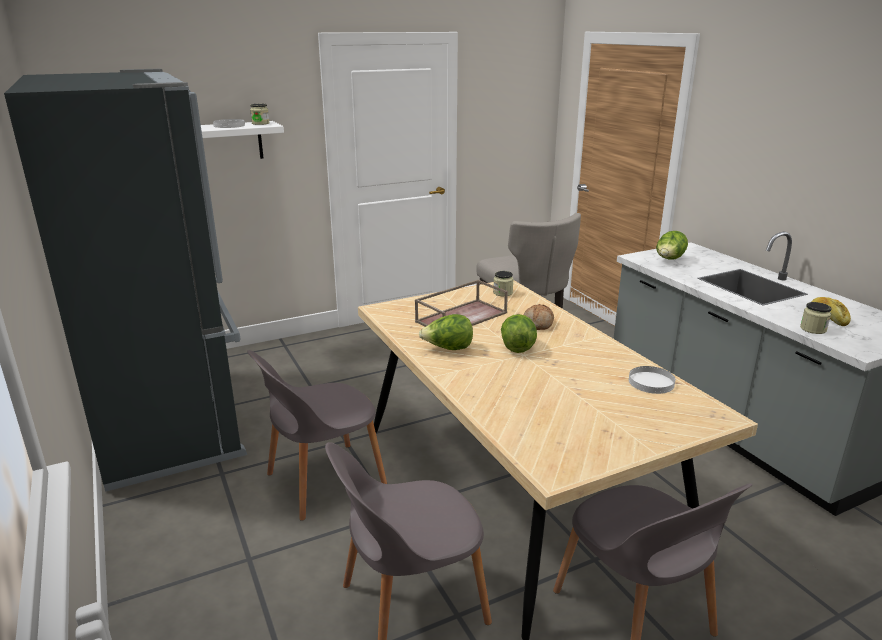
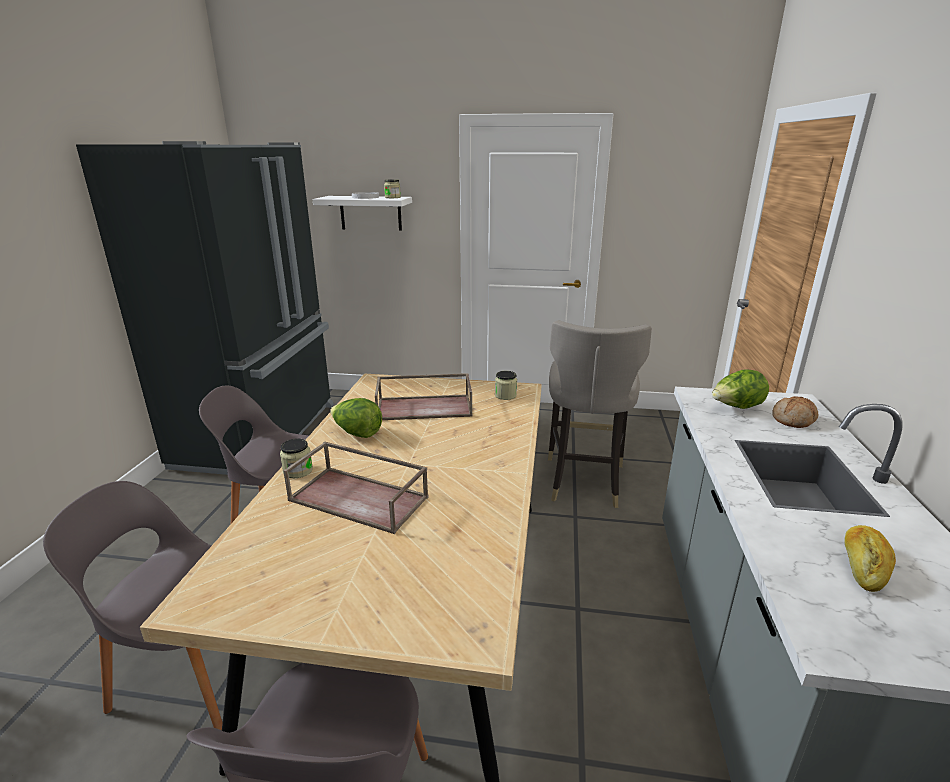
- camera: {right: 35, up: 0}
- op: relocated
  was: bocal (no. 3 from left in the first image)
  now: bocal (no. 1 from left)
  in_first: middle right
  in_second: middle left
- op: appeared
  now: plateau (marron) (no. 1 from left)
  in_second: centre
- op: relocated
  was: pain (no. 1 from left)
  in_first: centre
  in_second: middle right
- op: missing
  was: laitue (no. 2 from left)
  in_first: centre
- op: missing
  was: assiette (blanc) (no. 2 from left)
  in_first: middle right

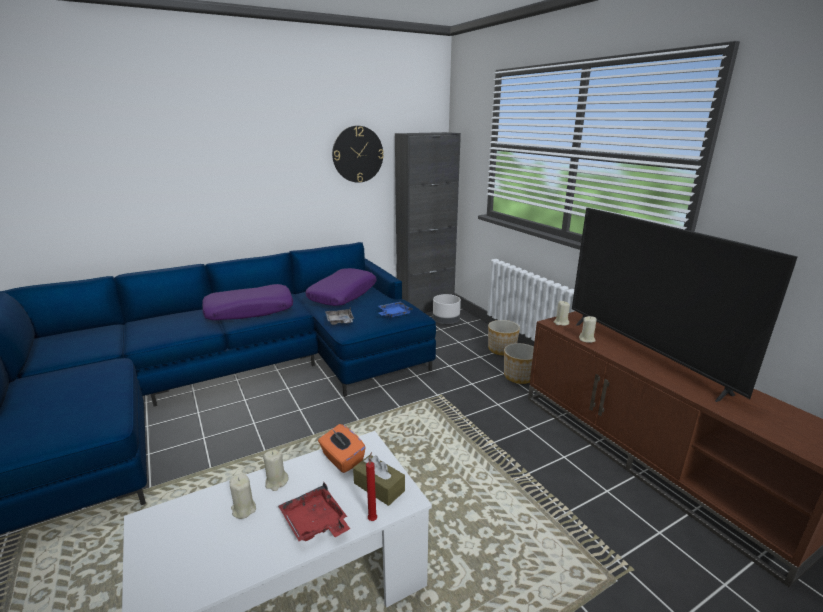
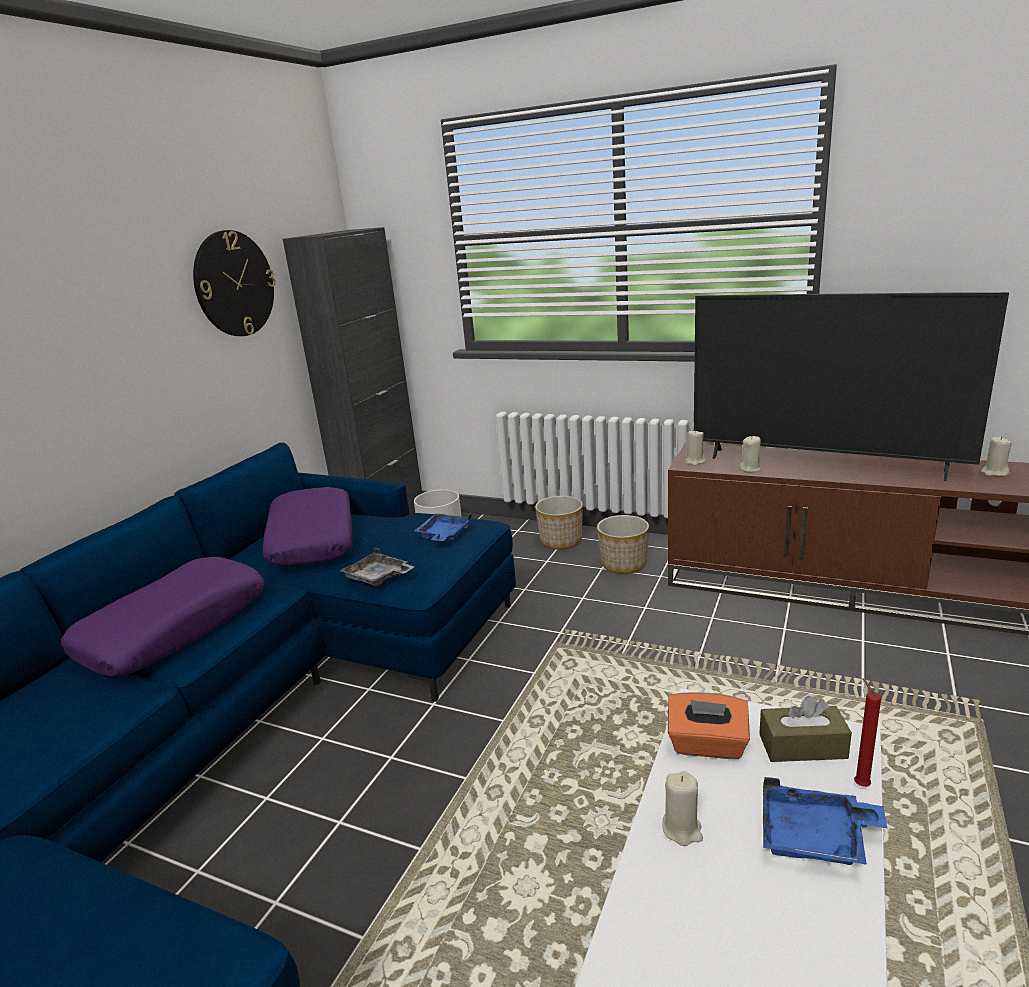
- camera: {right: -35, up: 0}
- op: colour
  was: plateau (rouge)
  now: plateau (bleu) (no. 2 from left)
  in_first: bottom centre
  in_second: bottom right
- op: relocated
  was: bougie (beige) (no. 1 from left in the first image)
  now: bougie (beige) (no. 4 from left)
  in_first: bottom left
  in_second: middle right

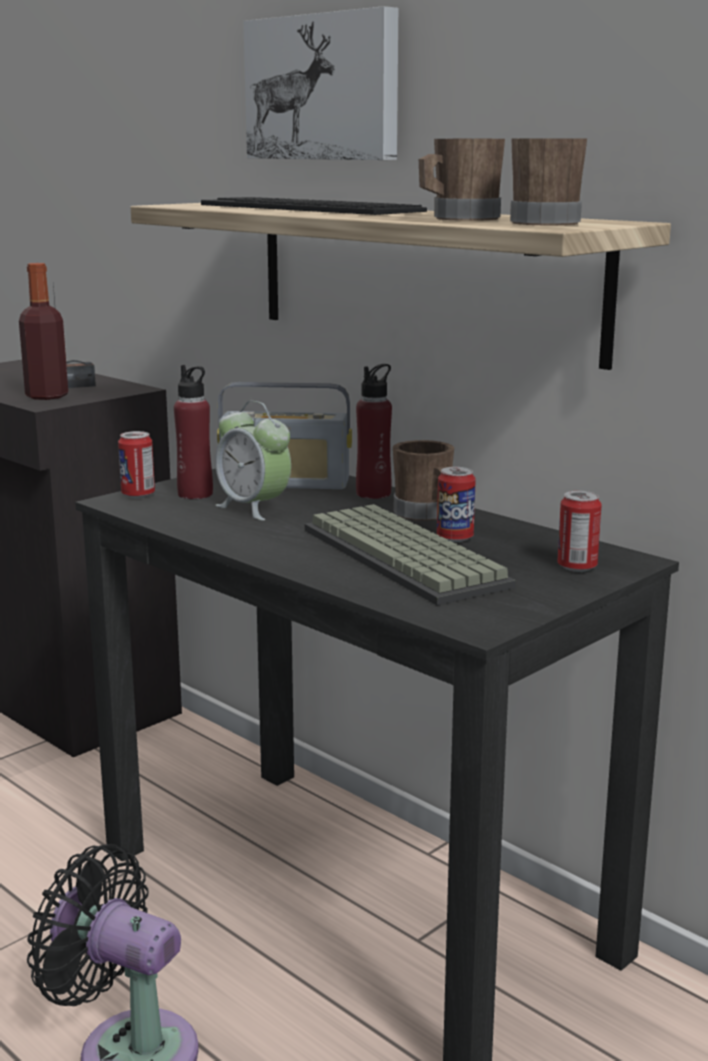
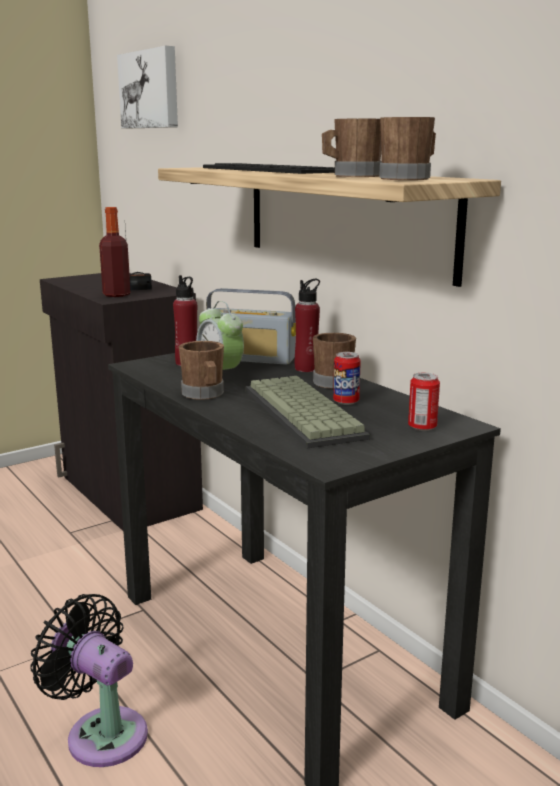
- camera: {right: 10, up: 0}
- op: relocated
  was: tableau
  in_first: top centre
  in_second: top left
- op: appeared
  now: mug (marron) (no. 1 from left)
  in_second: centre
- op: missing
  was: boîte métallique (no. 1 from left)
  in_first: middle left

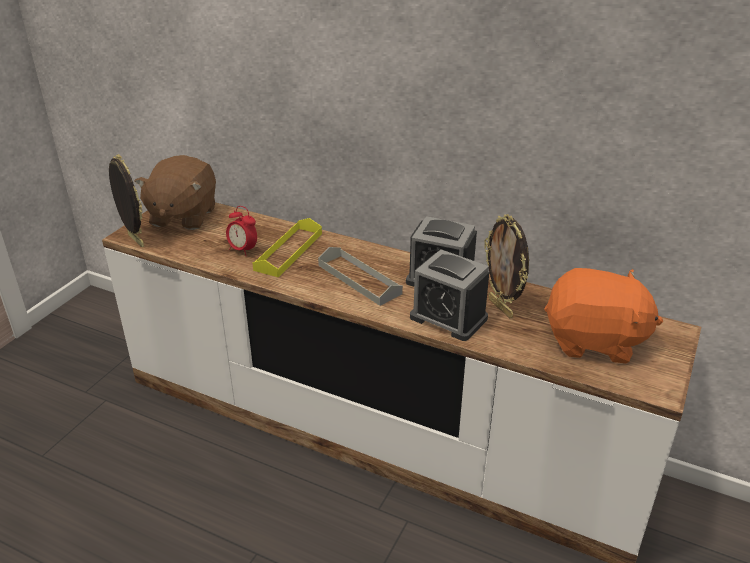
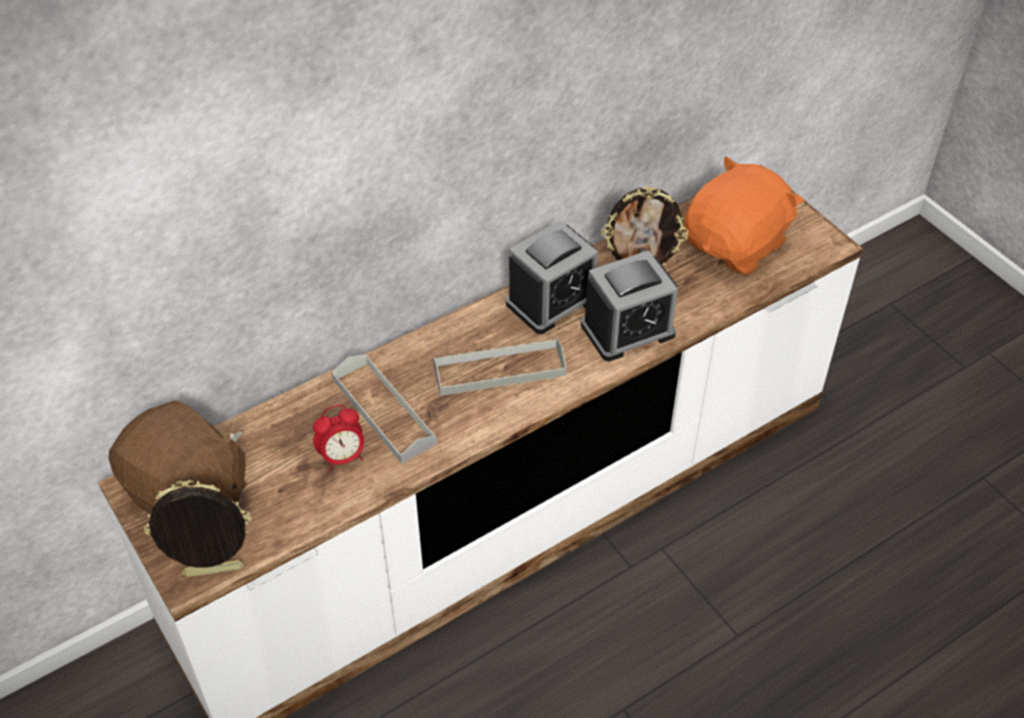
- camera: {right: -60, up: 15}
- op: colour
  was: plateau (jaune)
  now: plateau (gris) (no. 1 from left)
  in_first: centre
  in_second: centre

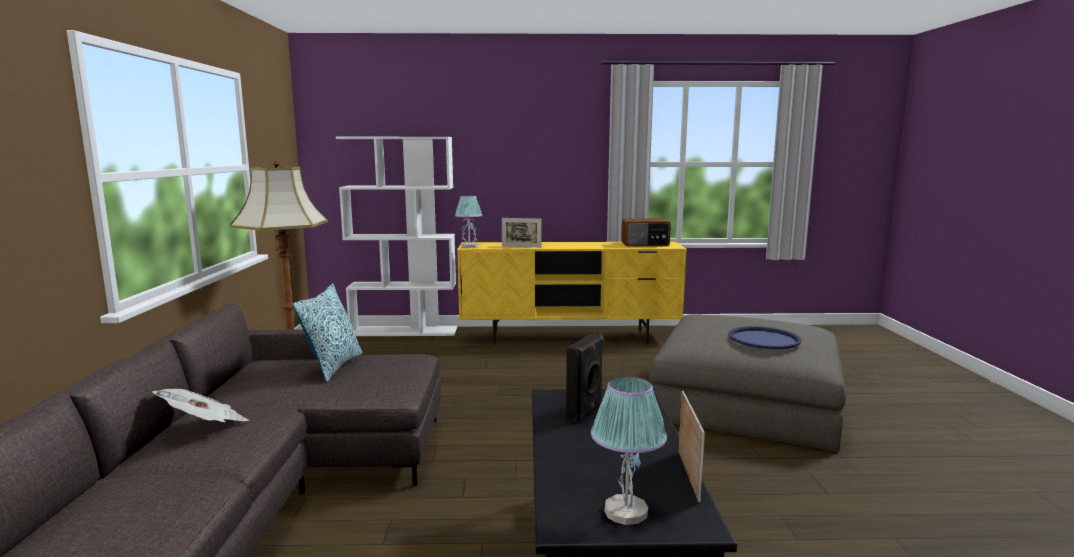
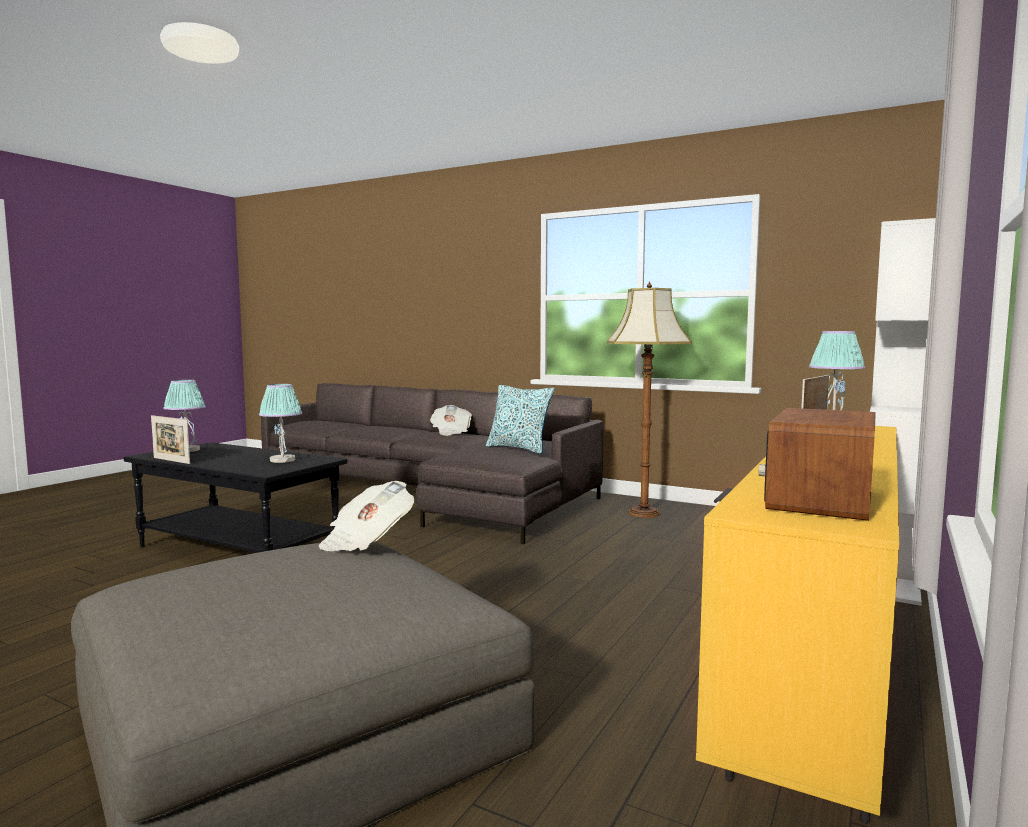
- camera: {right: 120, up: -5}
- op: exchanged
  was: enceinte (noir)
  now: lampe de table (no. 2 from left)
  in_first: bottom centre
  in_second: middle left
- op: appeared
  now: journal (no. 1 from left)
  in_second: centre
- op: missing
  was: plateau (bleu)
  in_first: middle right

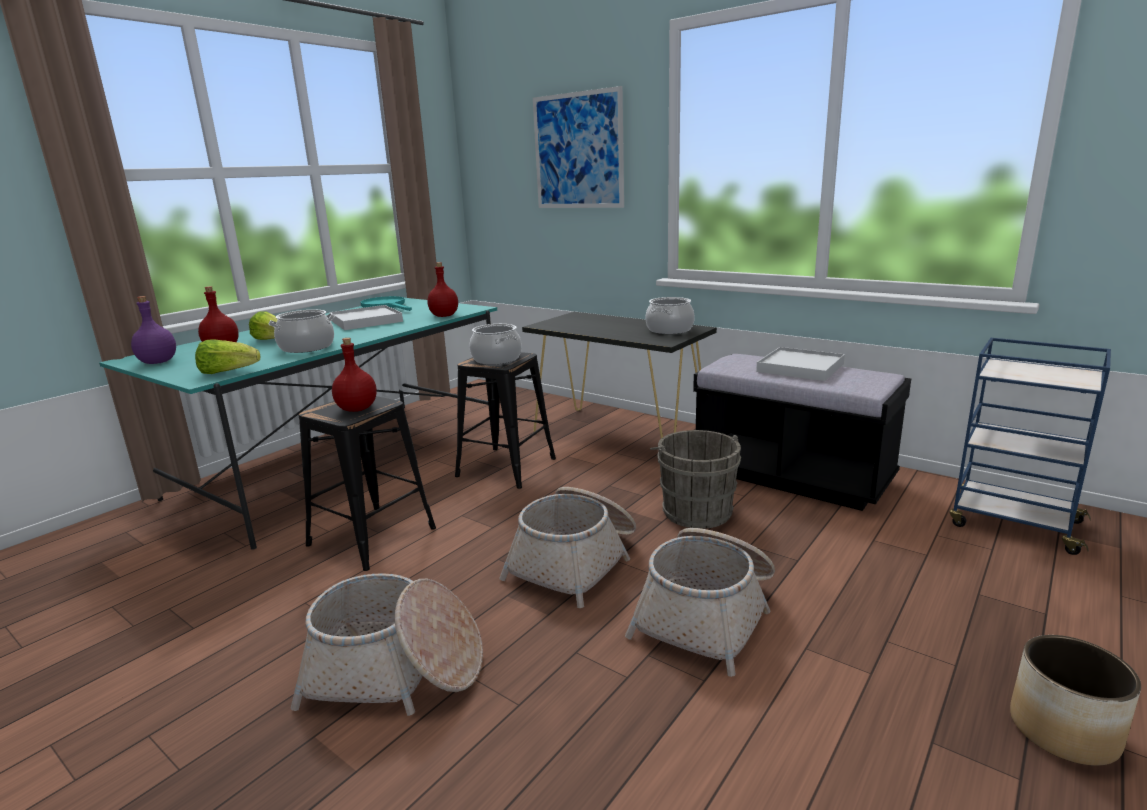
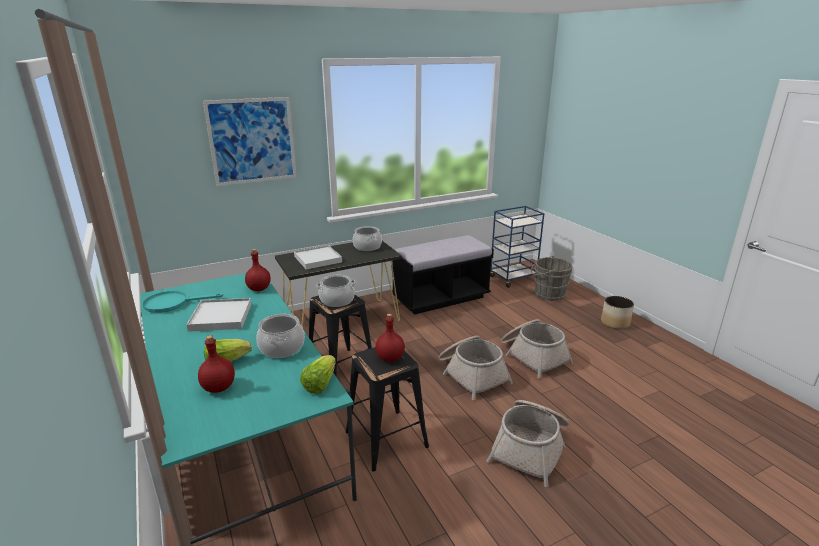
- camera: {right: -65, up: 5}
- op: relocated
  was: plateau (blanc) (no. 2 from left)
  in_first: middle right
  in_second: centre
- op: relocated
  was: seau (gris)
  in_first: centre
  in_second: middle right
- op: missing
  was: bouteille (violet)
  in_first: middle left

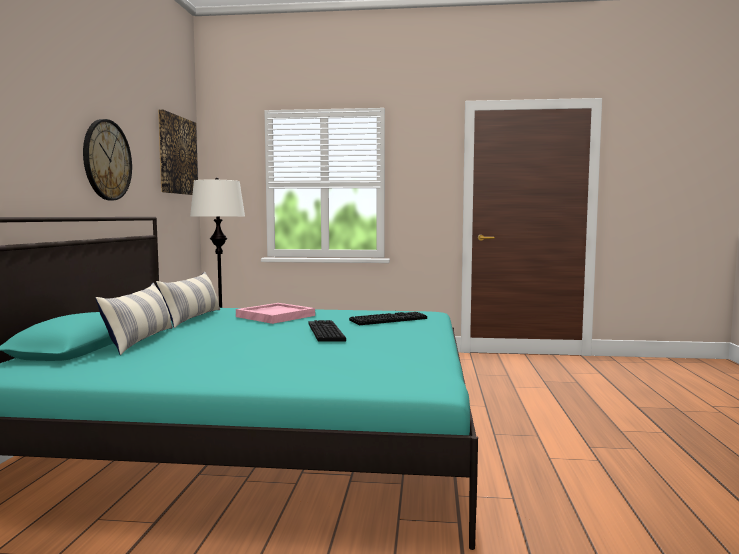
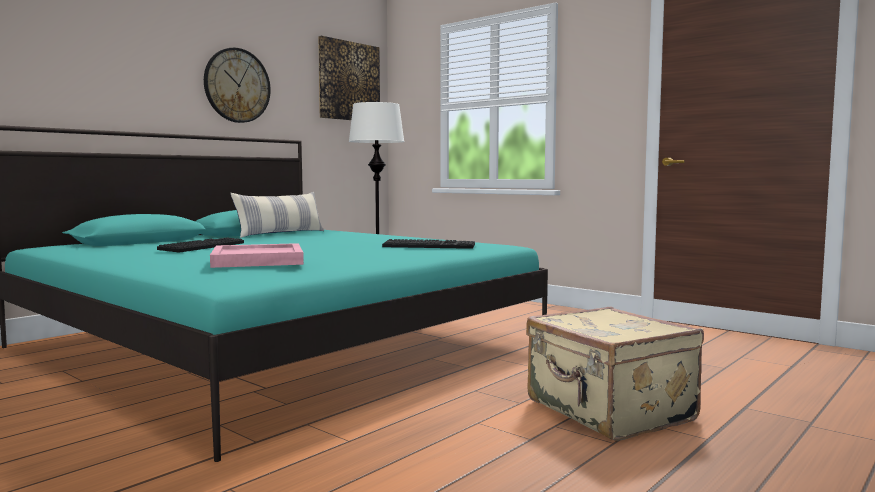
- camera: {right: 35, up: 0}
- op: relocated
  was: clavier (no. 1 from left)
  in_first: centre
  in_second: middle left
- op: relocated
  was: plateau (rose)
  in_first: centre
  in_second: middle left
- op: appeared
  now: valise (beige)
  in_second: bottom right
- op: missing
  was: coussin (no. 1 from left)
  in_first: middle left

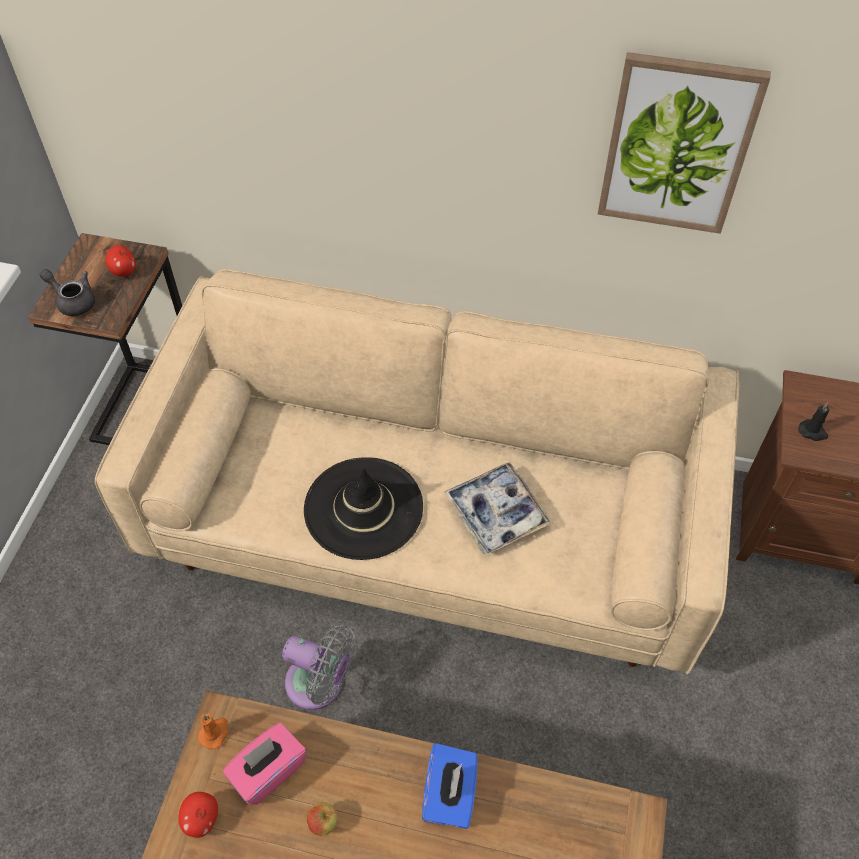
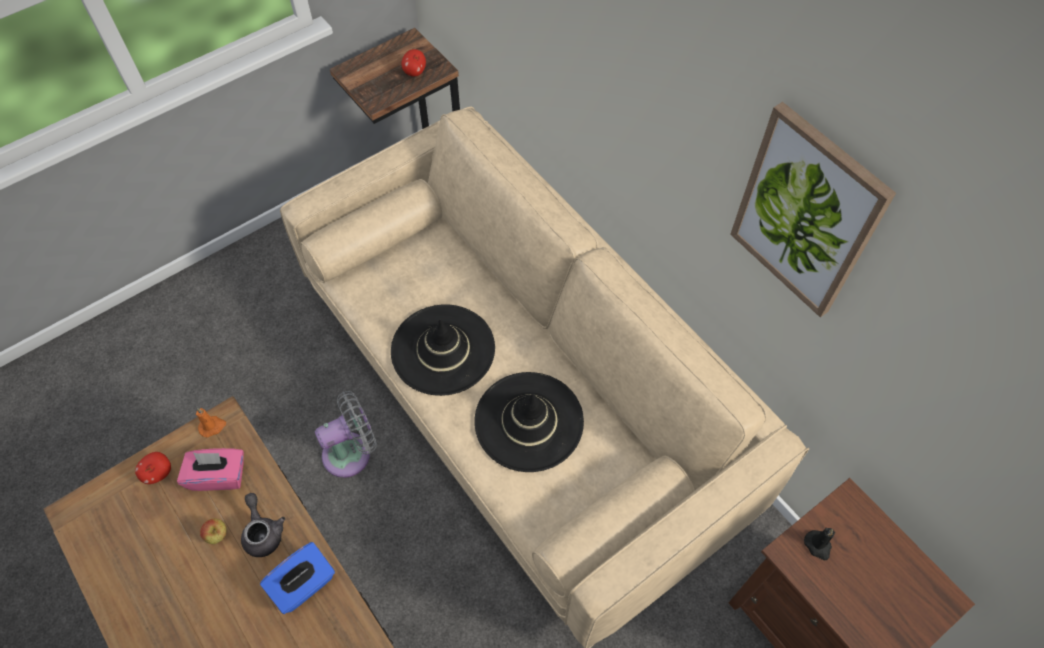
- camera: {right: 40, up: 5}
- op: relocated
  was: théière (gris)
  in_first: middle left
  in_second: bottom left
- op: spun
  was: ventilateur (gris)
  in_first: bottom centre
  in_second: bottom left
  clockwise: -90
- op: exchanged
  was: plateau
  now: chapeau (noir) (no. 2 from left)
  in_first: centre
  in_second: centre

